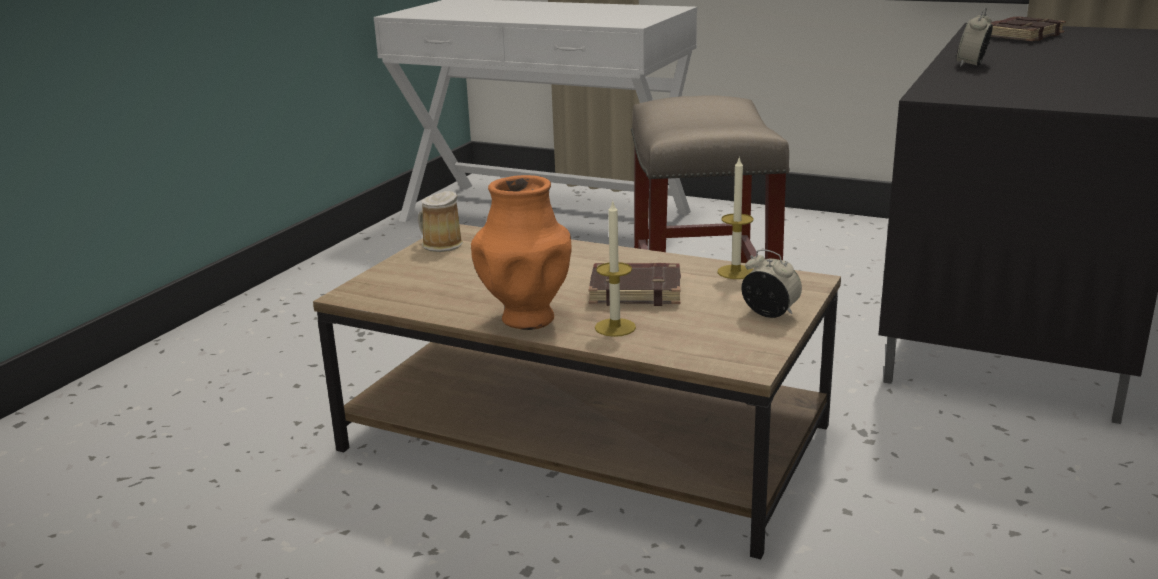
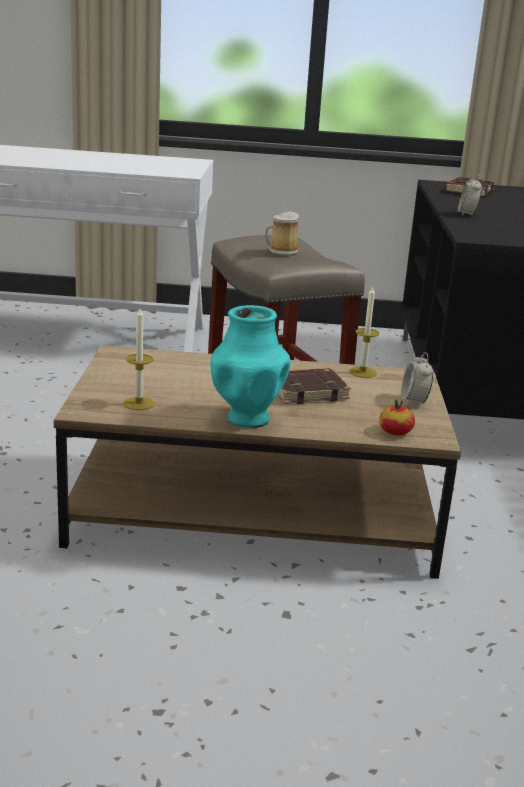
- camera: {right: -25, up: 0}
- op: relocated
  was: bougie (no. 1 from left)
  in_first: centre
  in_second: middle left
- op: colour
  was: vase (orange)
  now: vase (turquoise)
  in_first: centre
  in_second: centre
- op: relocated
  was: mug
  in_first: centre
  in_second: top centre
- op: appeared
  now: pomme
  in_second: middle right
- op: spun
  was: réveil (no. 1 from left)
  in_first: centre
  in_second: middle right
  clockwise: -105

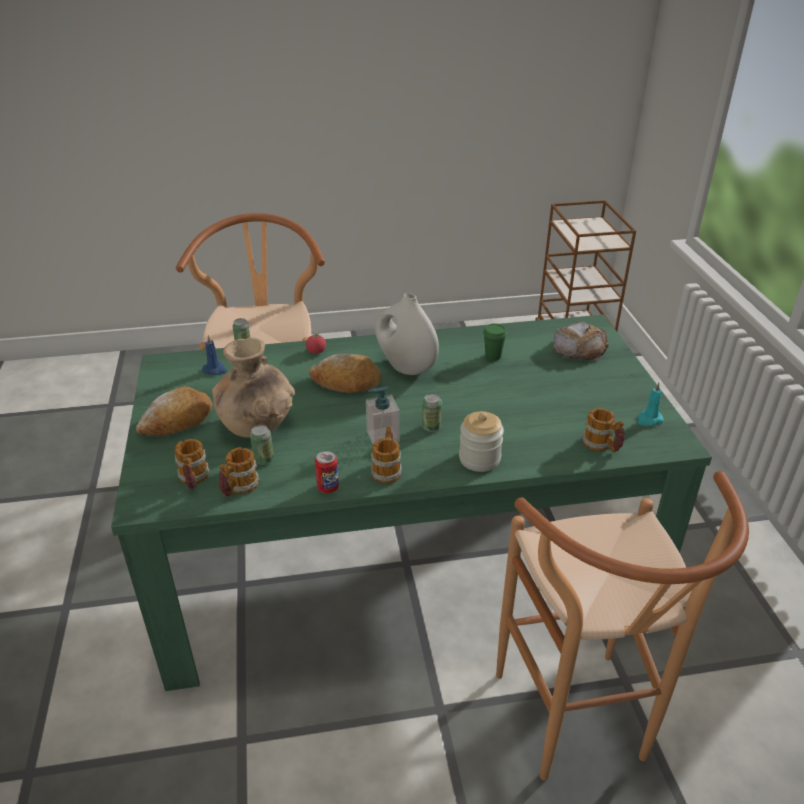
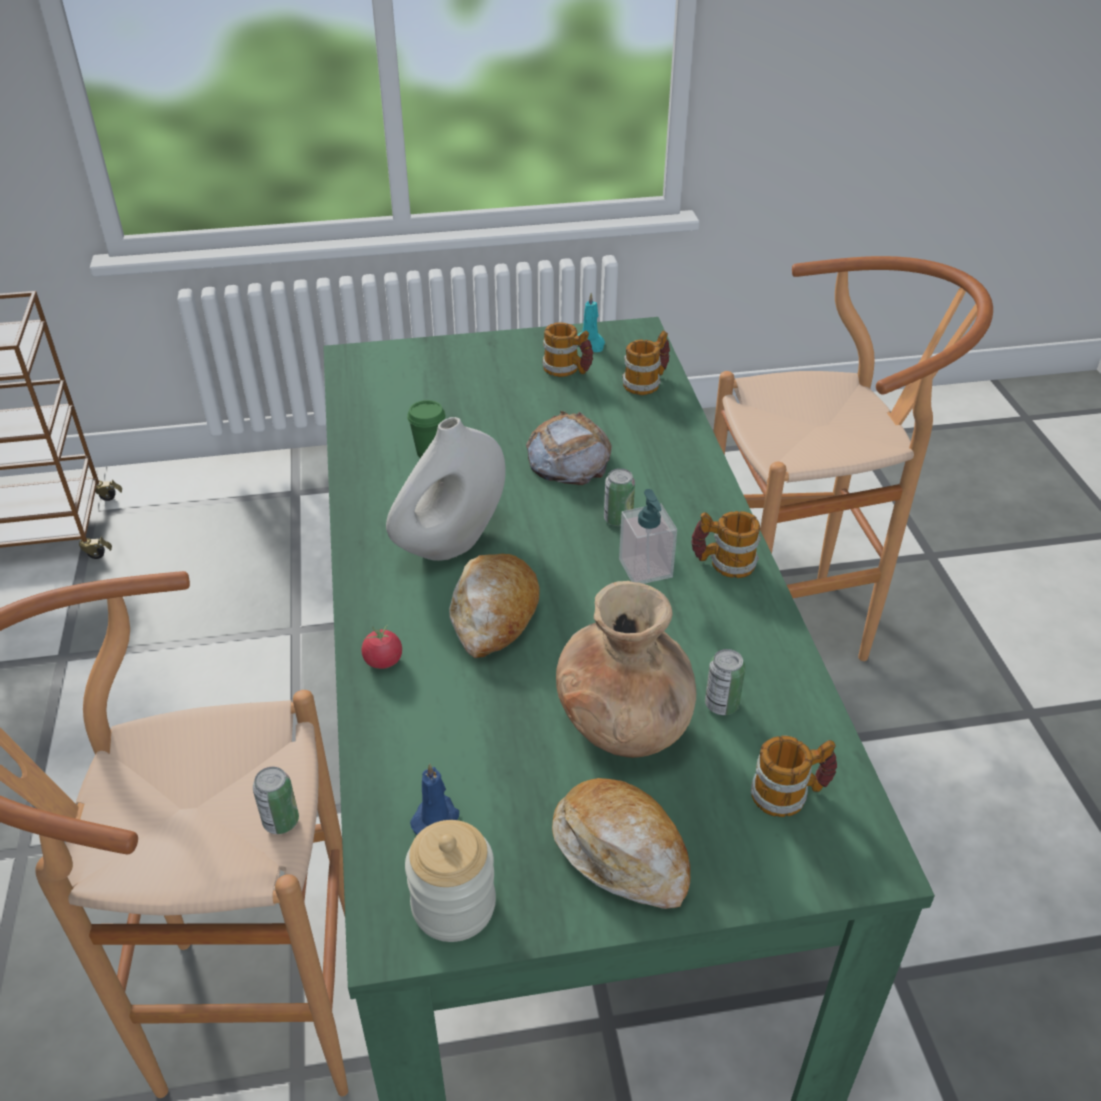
- camera: {right: -90, up: 5}
- op: relocated
  was: bocal
  in_first: centre
  in_second: bottom centre
- op: relocated
  was: pain (no. 3 from left in the first image)
  now: pain (no. 2 from left)
  in_first: middle right
  in_second: centre
- op: relocated
  was: mug (no. 2 from left in the first image)
  now: mug (no. 1 from left)
  in_first: middle left
  in_second: top centre
- op: missing
  was: boîte métallique (no. 3 from left)
  in_first: centre

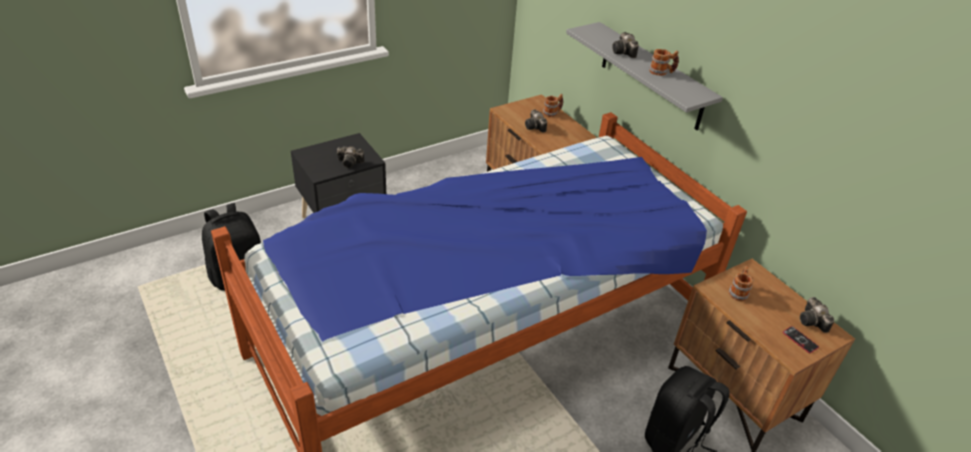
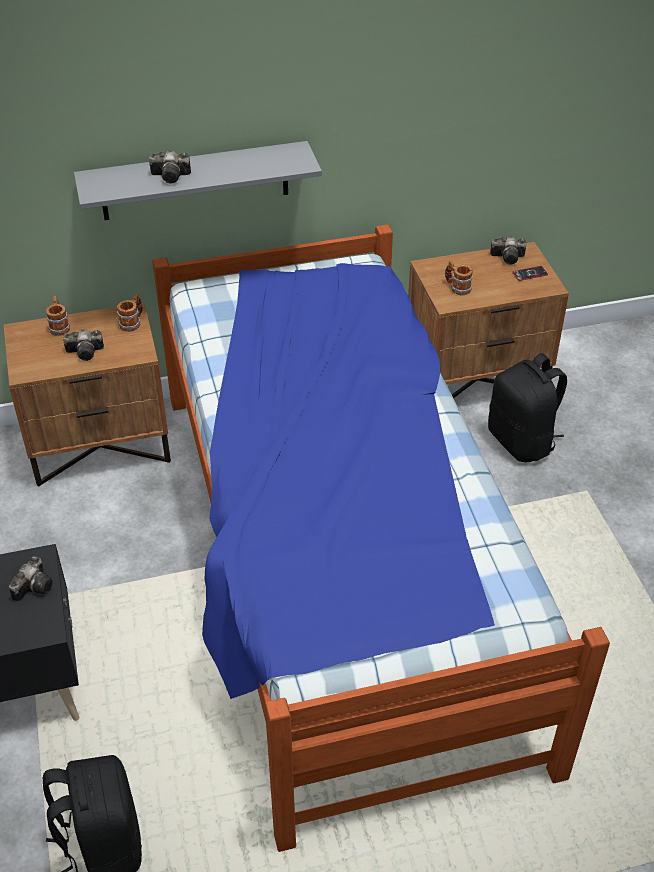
- camera: {right: -70, up: 5}
- op: relocated
  was: mug (no. 2 from left)
  in_first: top right
  in_second: middle left

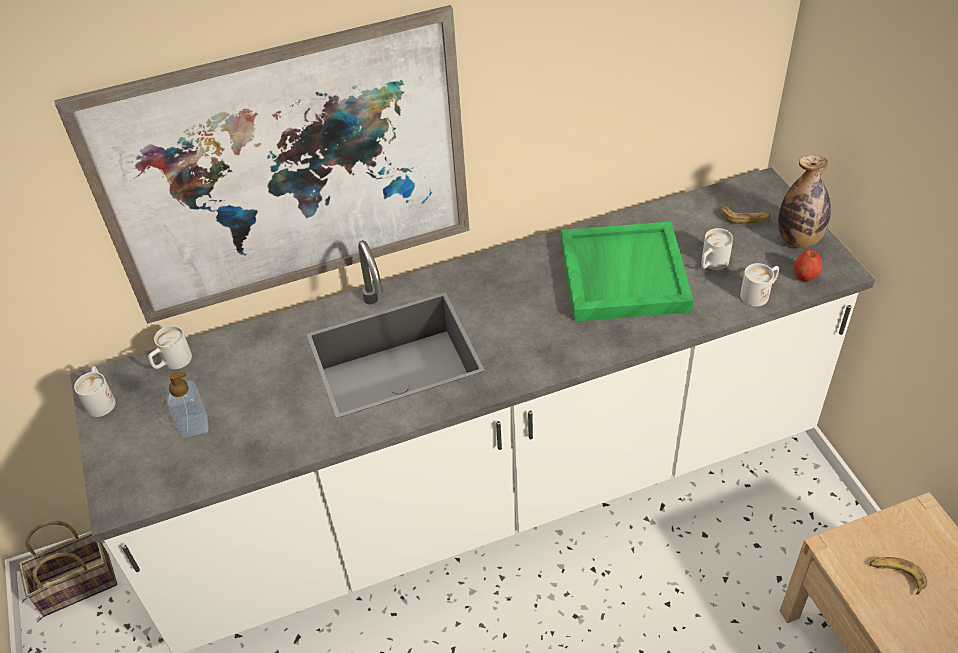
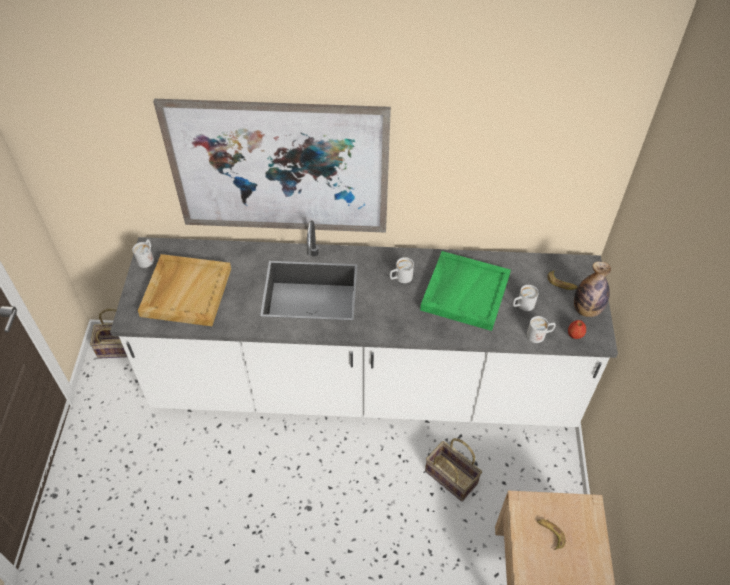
- camera: {right: 20, up: 5}
- op: exchanged
  was: distributeur de savon
  now: plateau (beige)
  in_first: middle left
  in_second: middle left
- op: relocated
  was: mug (blanc) (no. 2 from left)
  in_first: middle left
  in_second: centre
- op: appeared
  now: panier (no. 2 from left)
  in_second: bottom centre

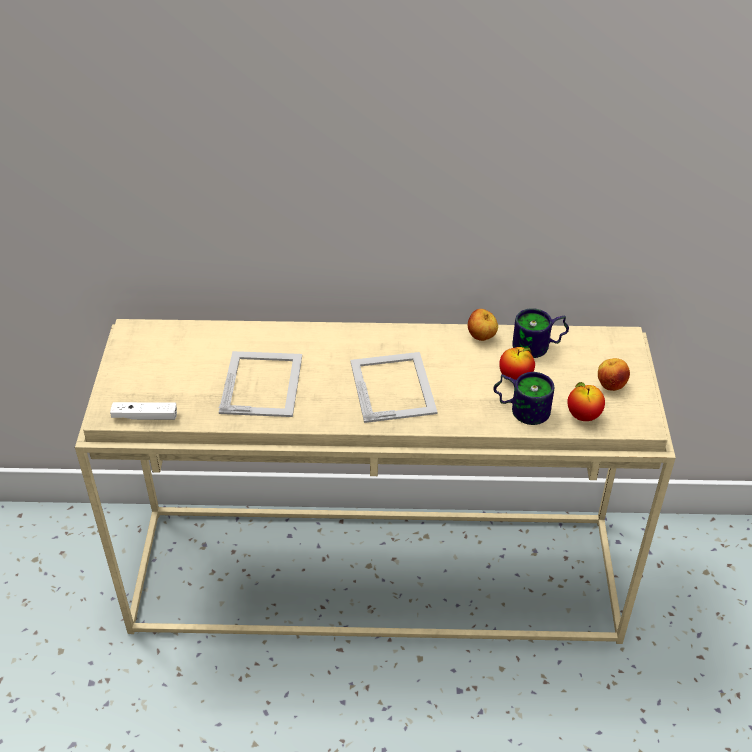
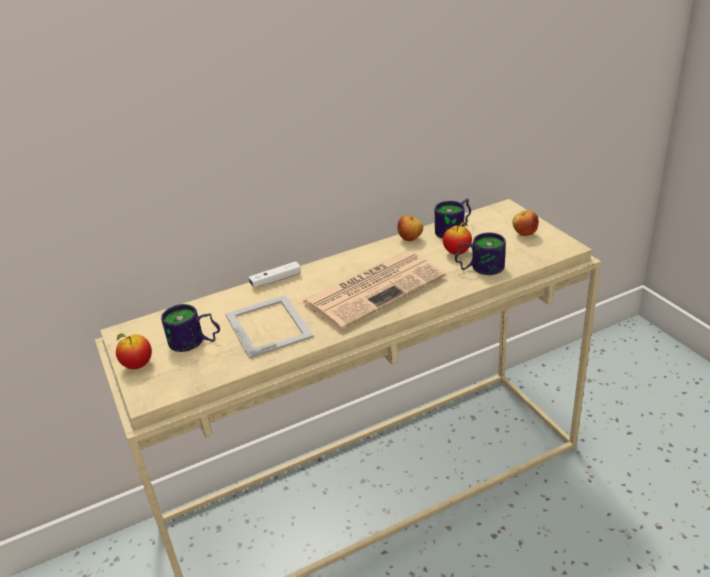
- camera: {right: -25, up: -10}
- op: relocated
  was: pomme (no. 3 from left in the first image)
  now: pomme (no. 1 from left)
  in_first: middle right
  in_second: middle left
- op: appeared
  now: mug (no. 1 from left)
  in_second: middle left
- op: relocated
  was: manette (blanc)
  in_first: middle left
  in_second: centre
- op: exchanged
  was: cadre photo (no. 2 from left)
  now: journal
  in_first: centre
  in_second: centre

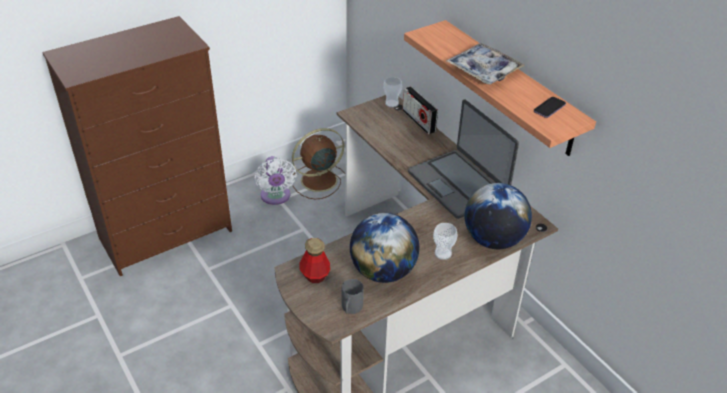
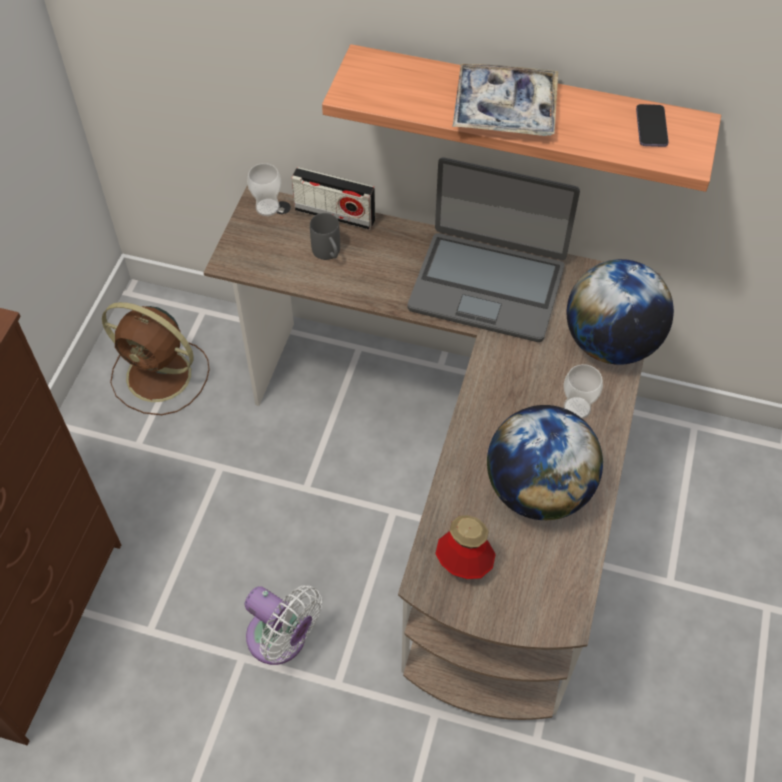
- camera: {right: -40, up: 15}
- op: spun
  was: ventilateur (marron)
  in_first: centre
  in_second: middle left
  clockwise: -90
- op: relocated
  was: ventilateur (blanc)
  in_first: centre
  in_second: bottom centre
- op: relocated
  was: mug (gris)
  in_first: bottom centre
  in_second: top centre

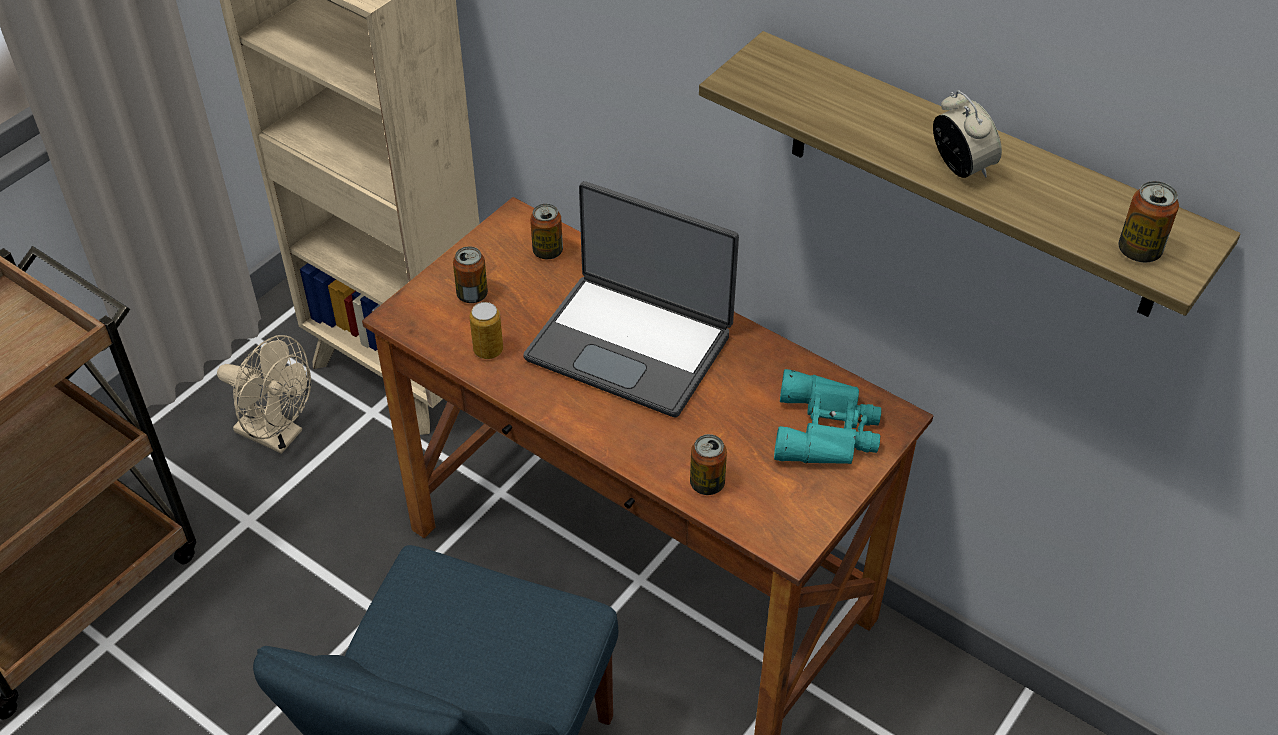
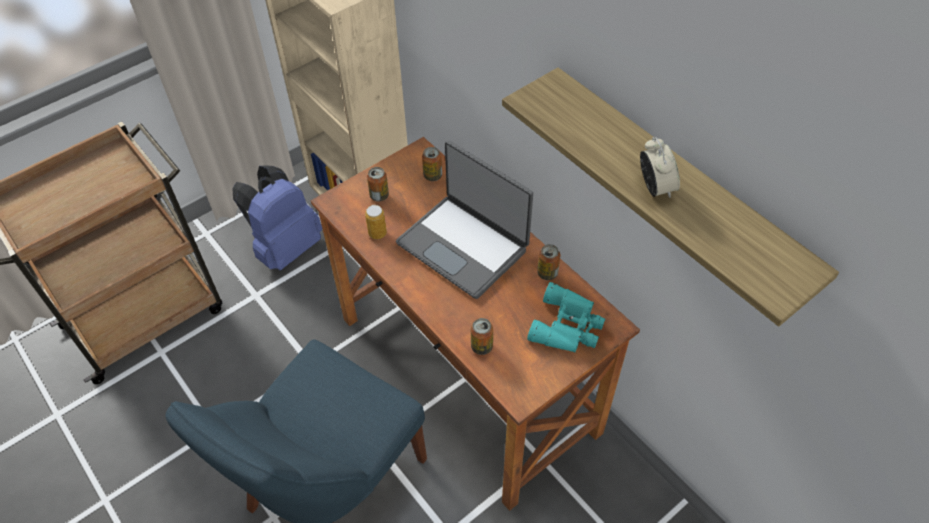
- camera: {right: 15, up: 5}
- op: exchanged
  was: ventilateur (beige)
  now: sac à dos (bleu)
  in_first: middle left
  in_second: middle left
- op: relocated
  was: boîte métallique (no. 5 from left)
  in_first: top right
  in_second: centre

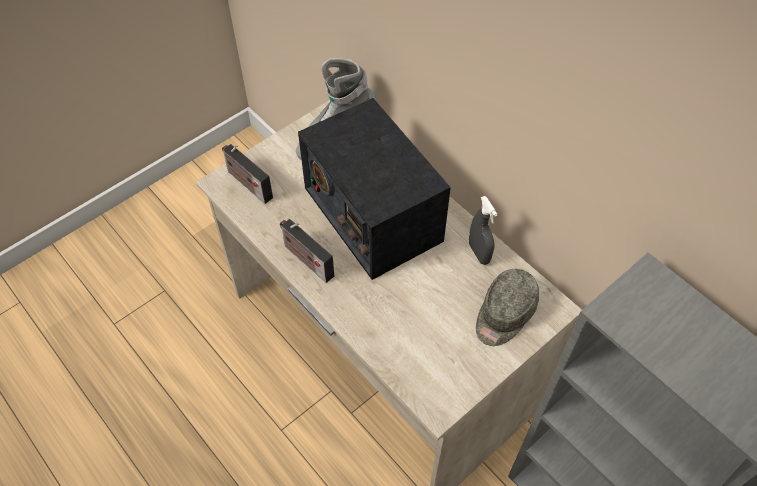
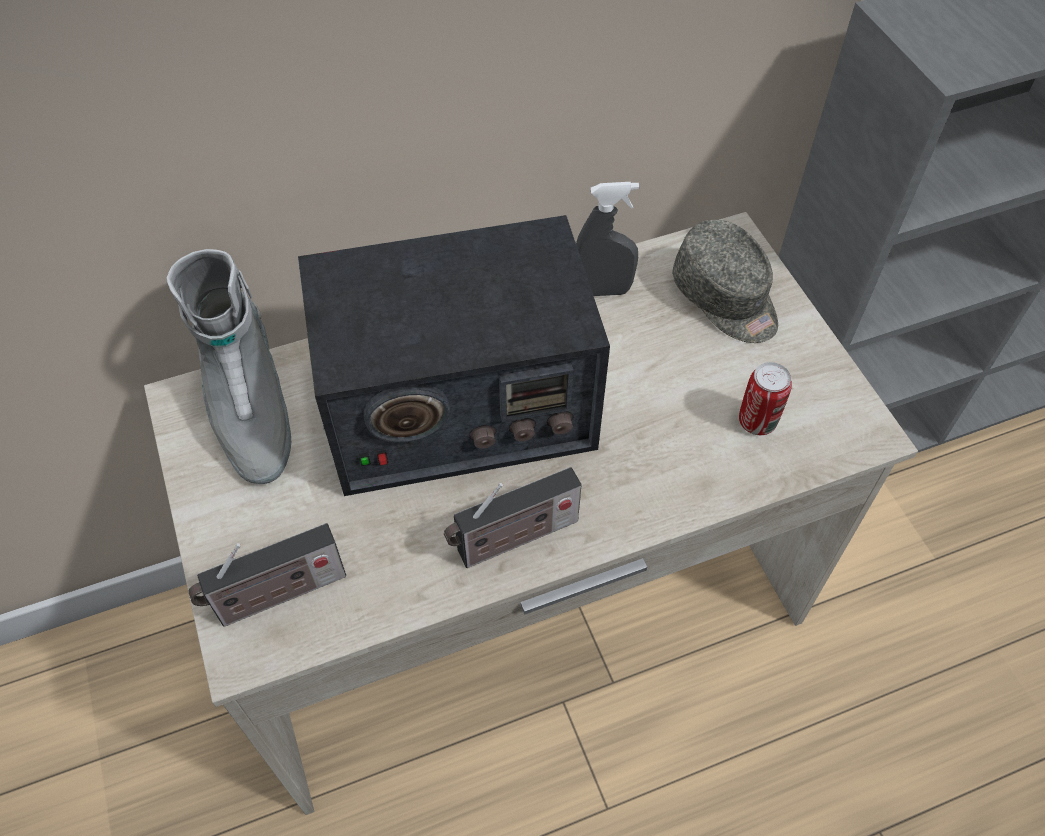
- camera: {right: -70, up: 0}
- op: appeared
  now: boîte métallique
  in_second: middle right

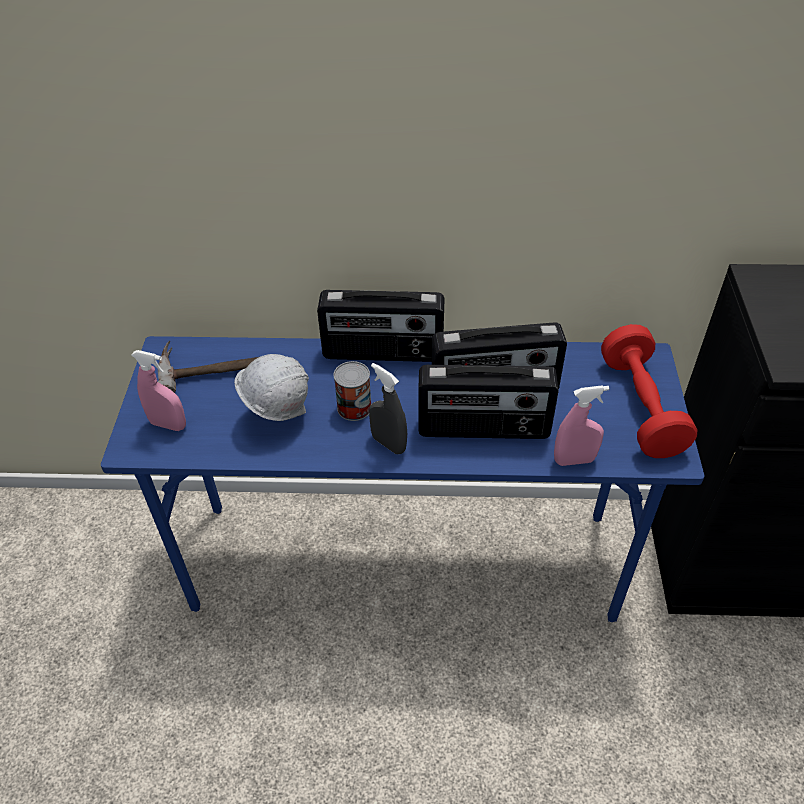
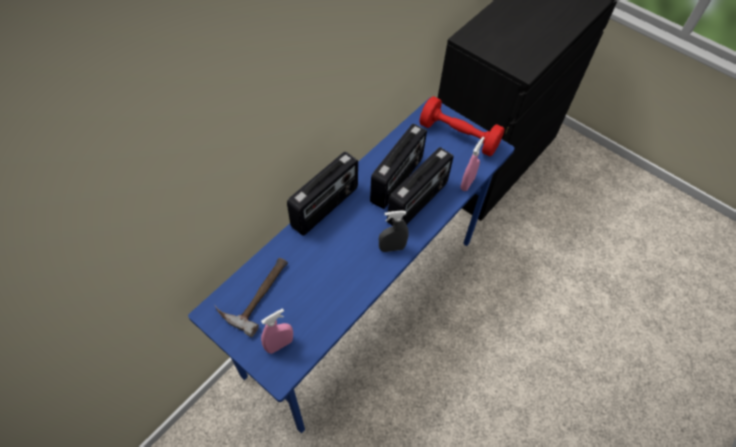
- camera: {right: -55, up: 10}
- op: missing
  was: casque de chantier (blanc)
  in_first: centre
- op: missing
  was: boîte métallique
  in_first: centre

